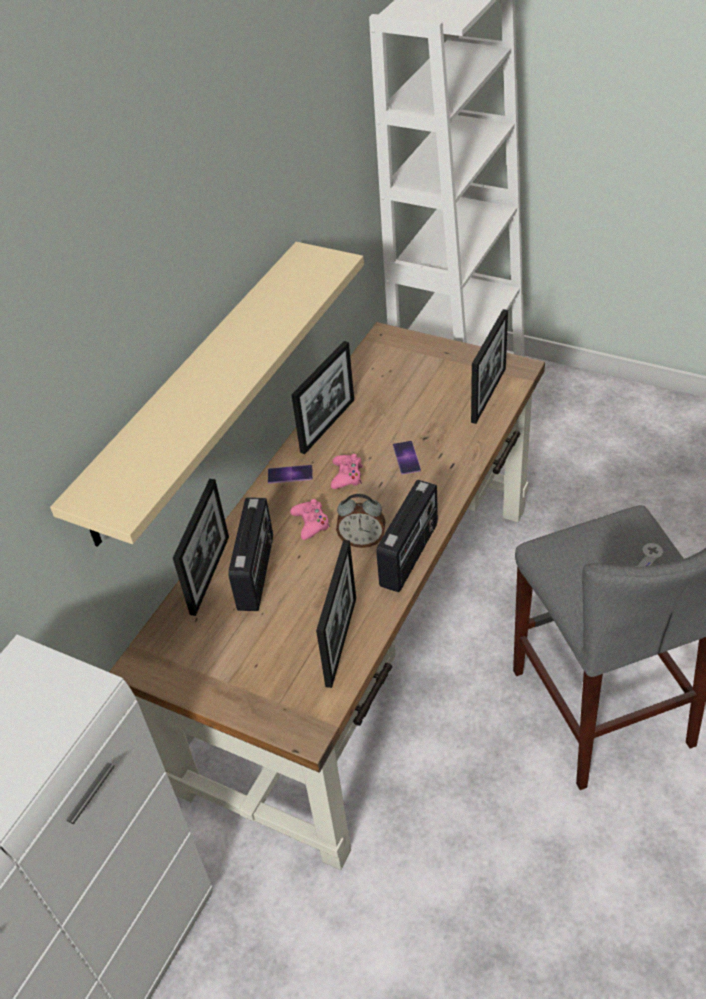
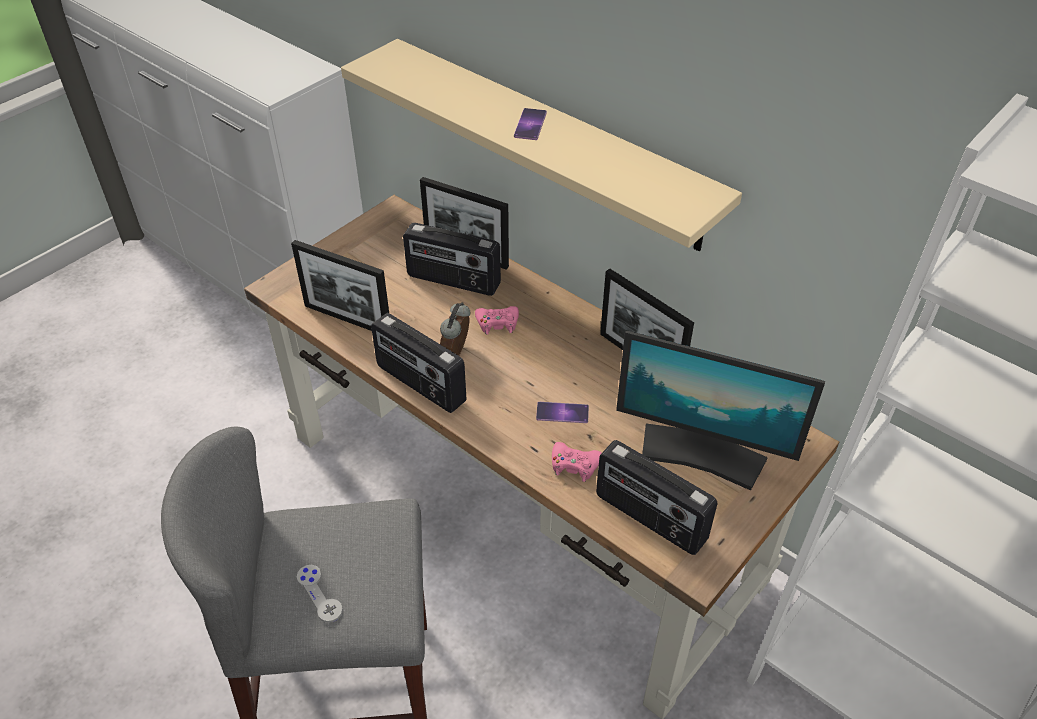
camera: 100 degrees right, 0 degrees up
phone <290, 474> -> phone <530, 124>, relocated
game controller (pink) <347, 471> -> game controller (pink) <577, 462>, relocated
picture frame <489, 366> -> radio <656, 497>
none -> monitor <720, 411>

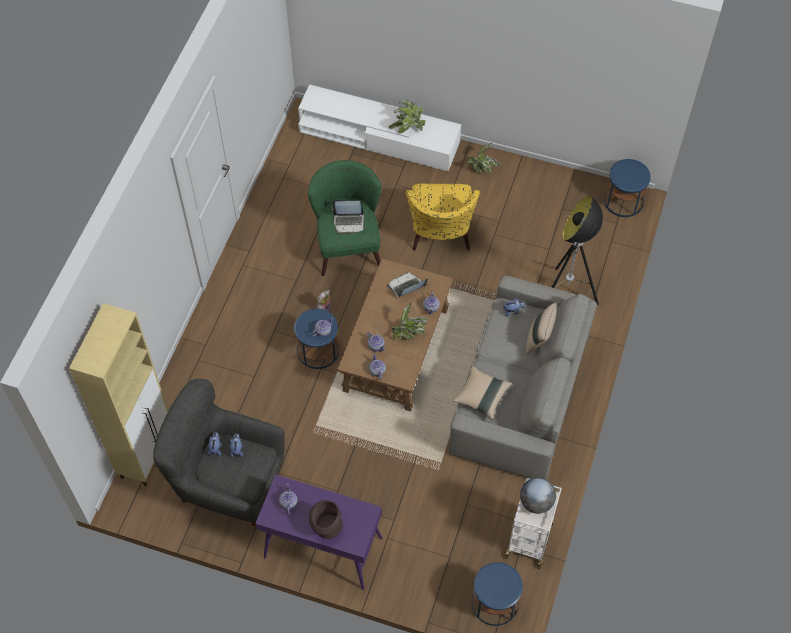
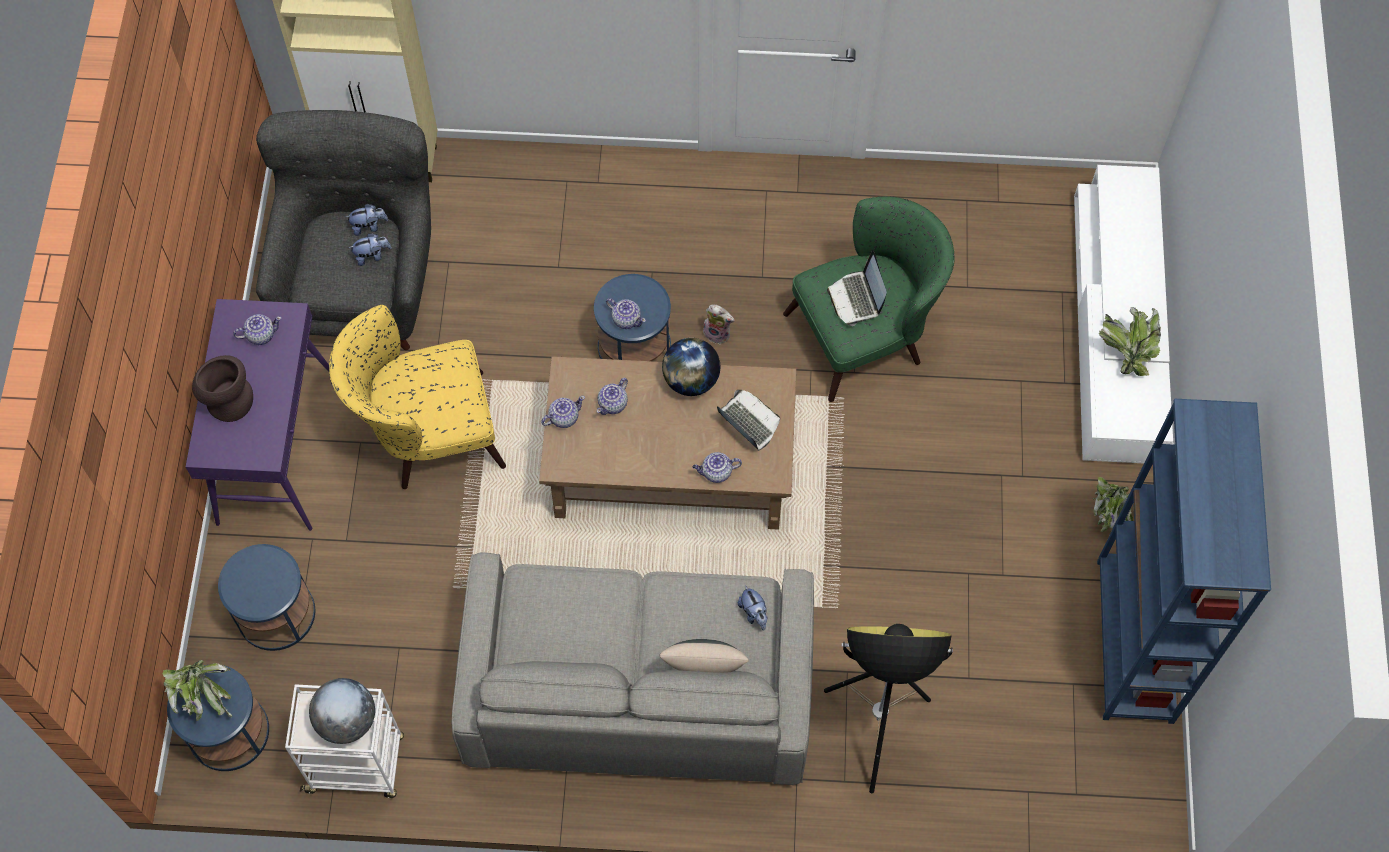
camera: 75 degrees right, 5 degrees up
potted plant <410, 322> -> potted plant <197, 690>, relocated
side table (blue) <627, 188> -> side table (blue) <266, 597>, relocated
armchair (yellow) <443, 217> -> armchair (yellow) <417, 397>, relocated
none -> globe <691, 367>
none -> bookcase (blue) <1184, 561>
pillow (beige) <482, 393> -> none

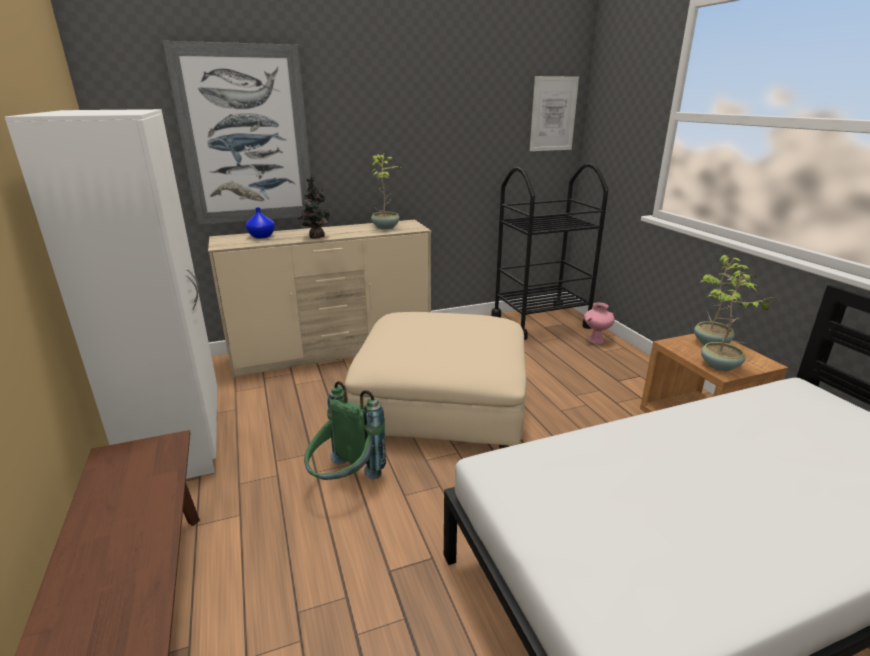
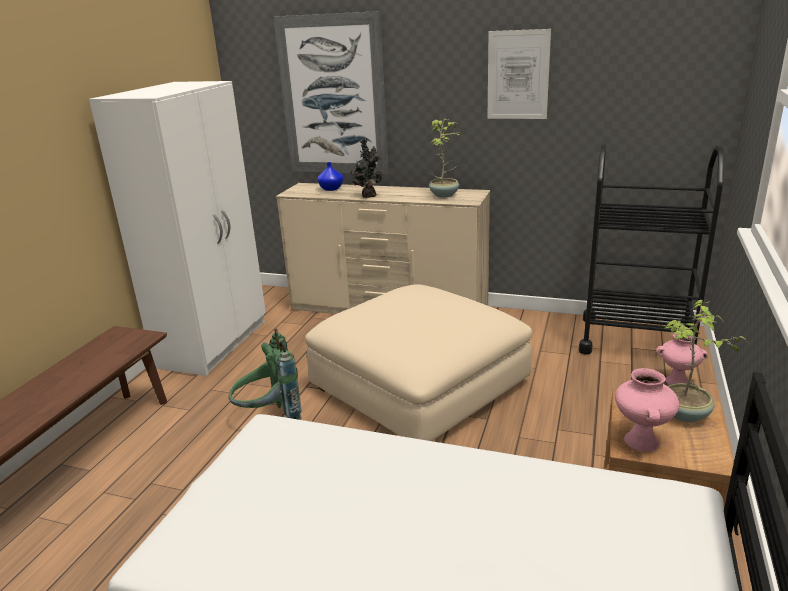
camera: 40 degrees right, 0 degrees up
picture <554, 113> -> picture <519, 74>, relocated
potted plant <739, 320> -> vase (pink) <647, 410>

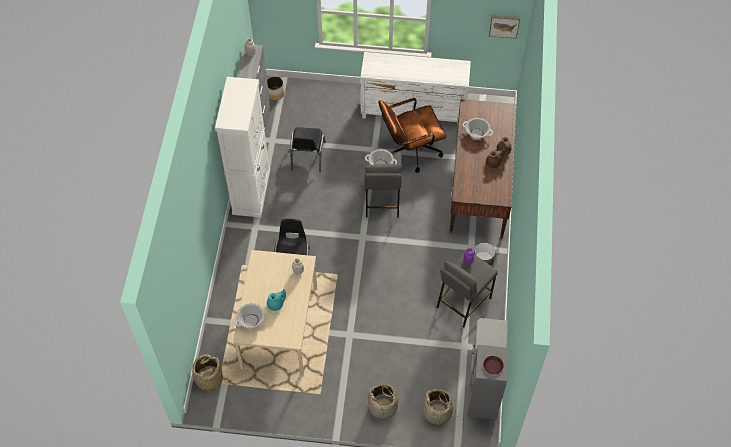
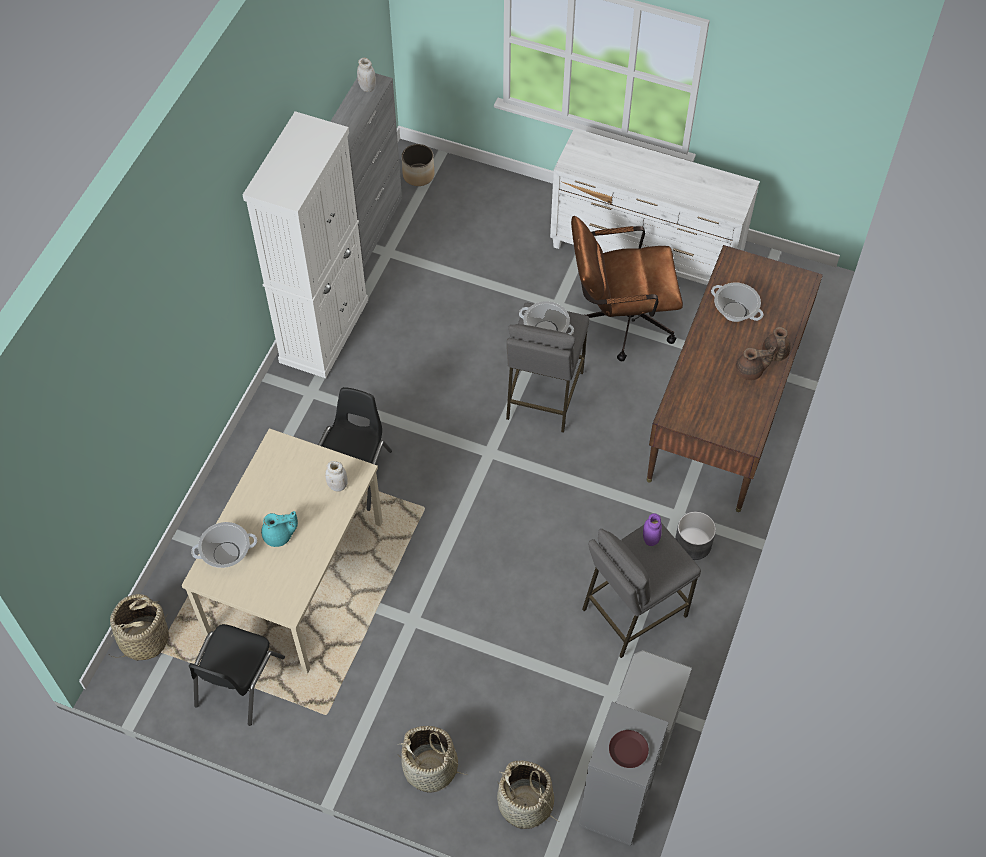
camera: 15 degrees right, 0 degrees up
chair (black) <308, 149> -> chair (black) <236, 675>, relocated
picture <504, 27> -> none

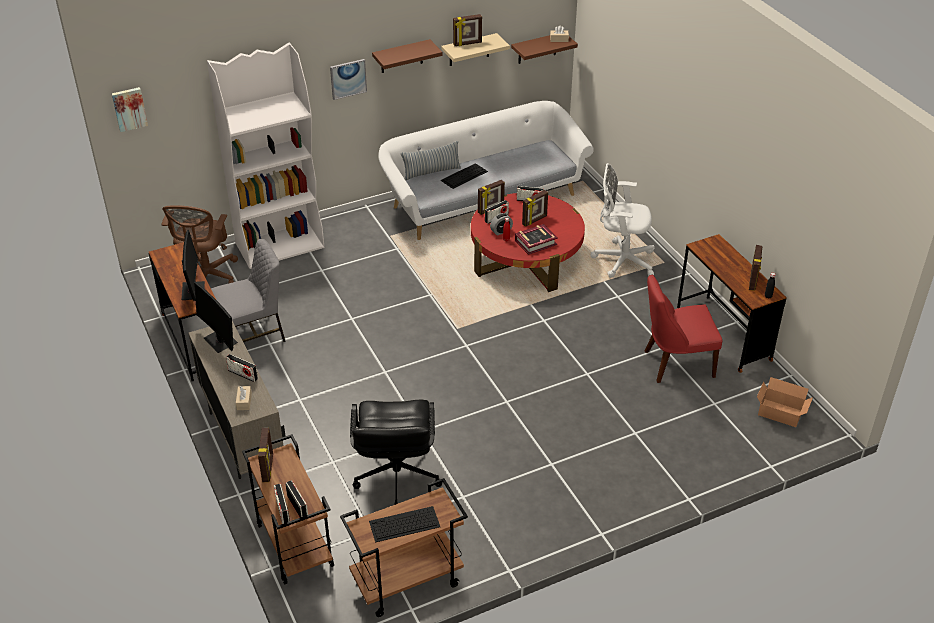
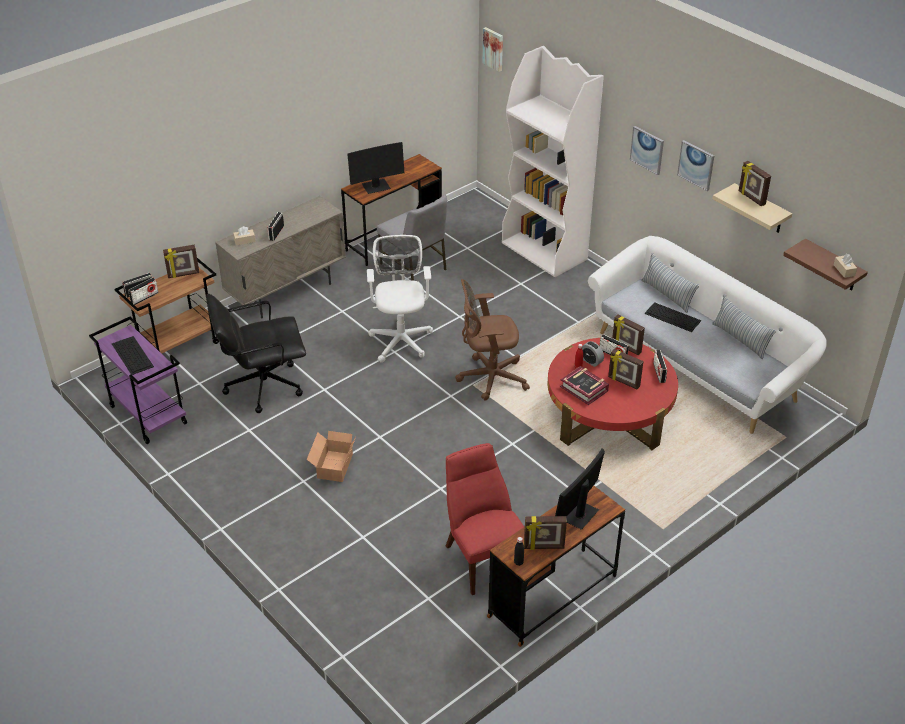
camera: 75 degrees right, 0 degrees up
cart (brown) <404, 547> -> cart (purple) <138, 380>
cardboard box <785, 402> -> cardboard box <331, 456>, relocated
office chair (white) <622, 220> -> office chair (white) <400, 299>, relocated
office chair (brown) <199, 244> -> office chair (brown) <492, 339>, relocated
monitor <216, 317> -> monitor <580, 489>, relocated
shelf (brown) <407, 56> -> picture <695, 165>
none -> pillow <744, 327>

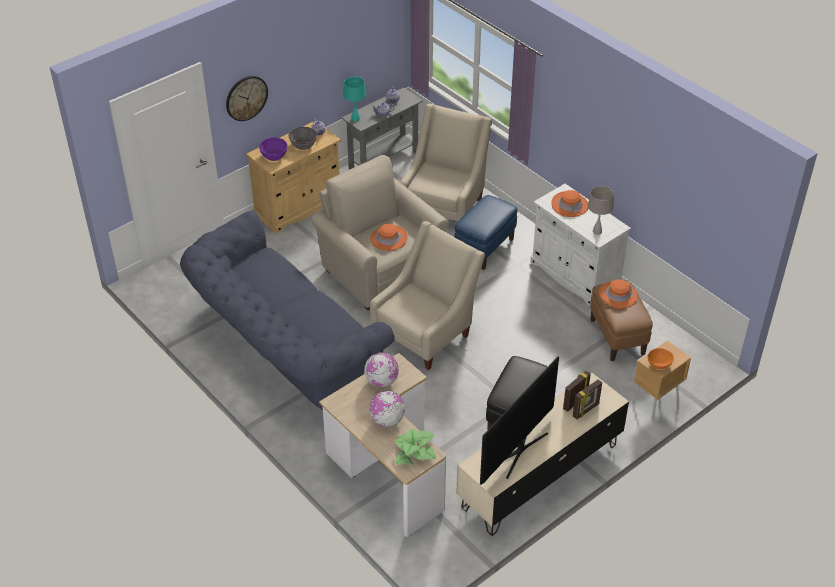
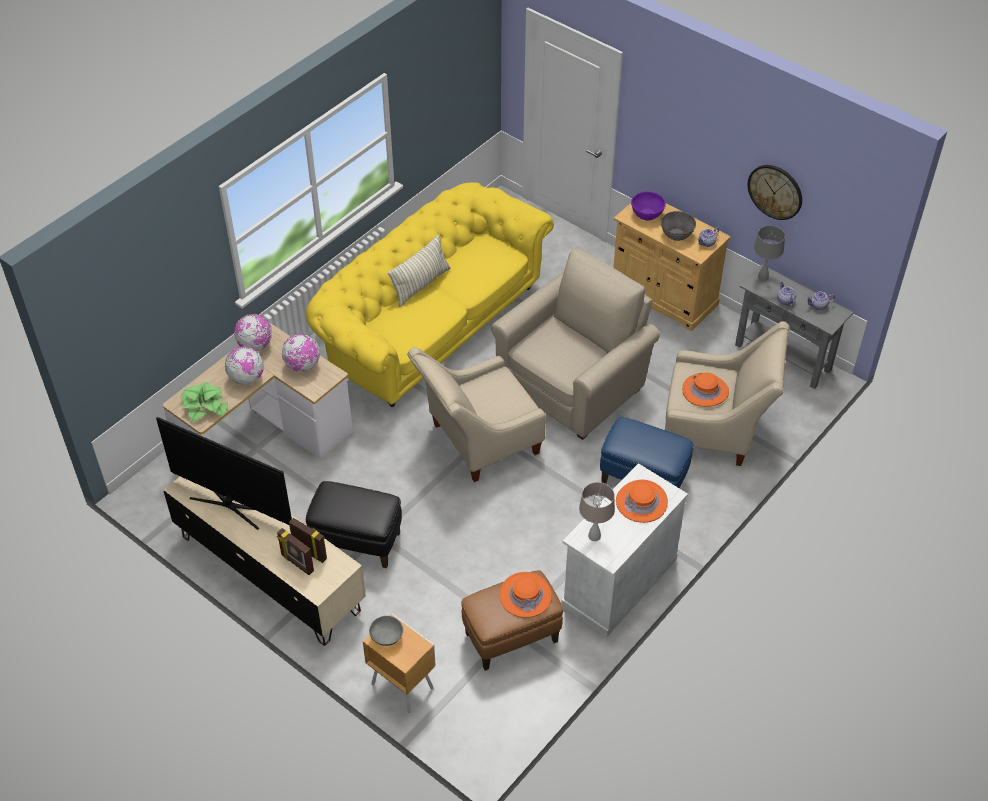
camera: 80 degrees right, 5 degrees up
none -> globe <253, 332>
sofa (blue) <287, 310> -> sofa (yellow) <430, 295>
bowl (orange) <661, 358> -> bowl (grey) <386, 631>
none -> pillow <419, 271>
armchair (beige) <427, 295> -> armchair (beige) <476, 414>, 120 degrees clockwise
hat (orange) <388, 237> -> hat (orange) <705, 390>, relocated
wall clock <247, 98> -> wall clock <775, 192>, relocated
table lamp (turquoise) <354, 99> -> table lamp (grey) <769, 253>

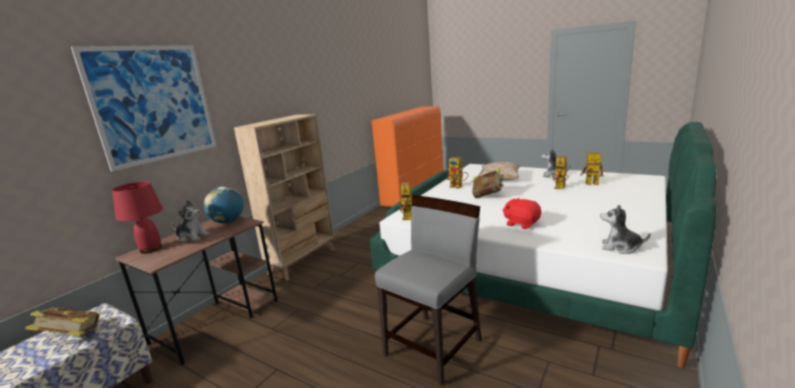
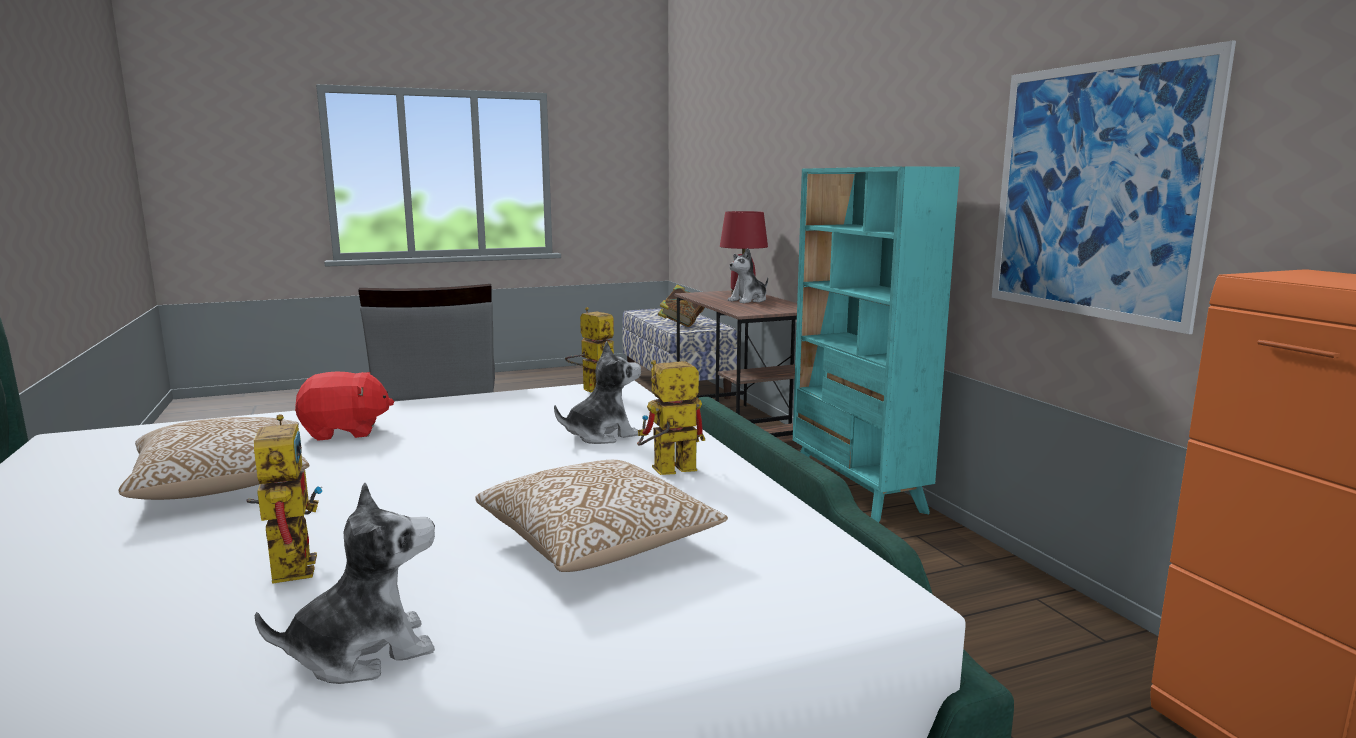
camera: 125 degrees right, 5 degrees down
none -> pillow <214, 458>
plush toy <625, 229> -> plush toy <597, 392>, relocated
bookcase (beige) <284, 197> -> bookcase (turquoise) <876, 344>
picture <143, 108> -> picture <1114, 187>, relocated
globe <224, 205> -> none
book <488, 183> -> none
toy robot <591, 168> -> none

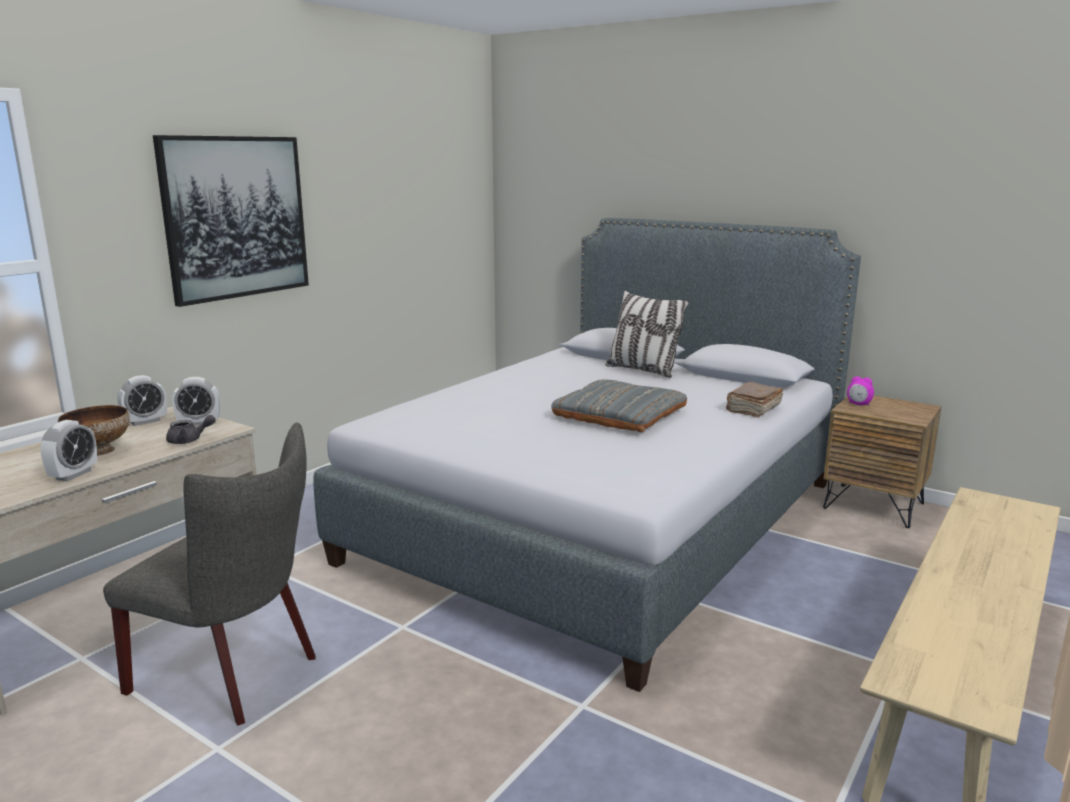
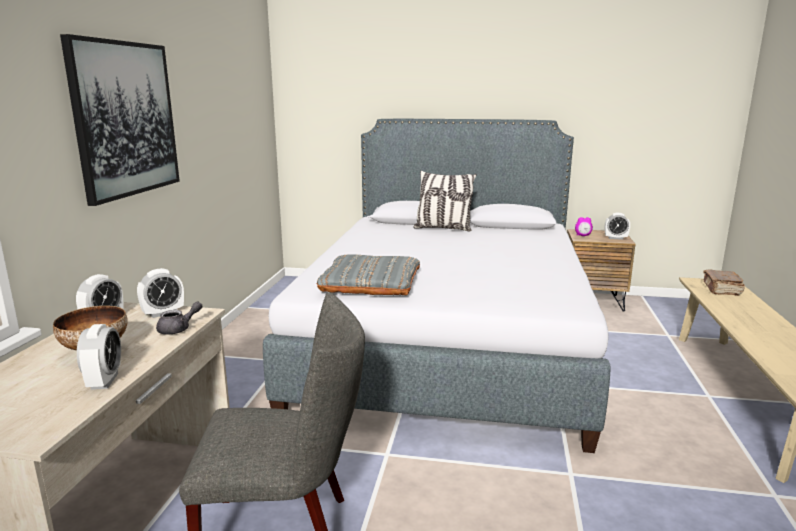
camera: 25 degrees left, 0 degrees up
pillow (grey) <619, 406> -> pillow (grey) <368, 274>, relocated
none -> alarm clock <617, 226>
book (brown) <754, 399> -> book (brown) <724, 282>, relocated

